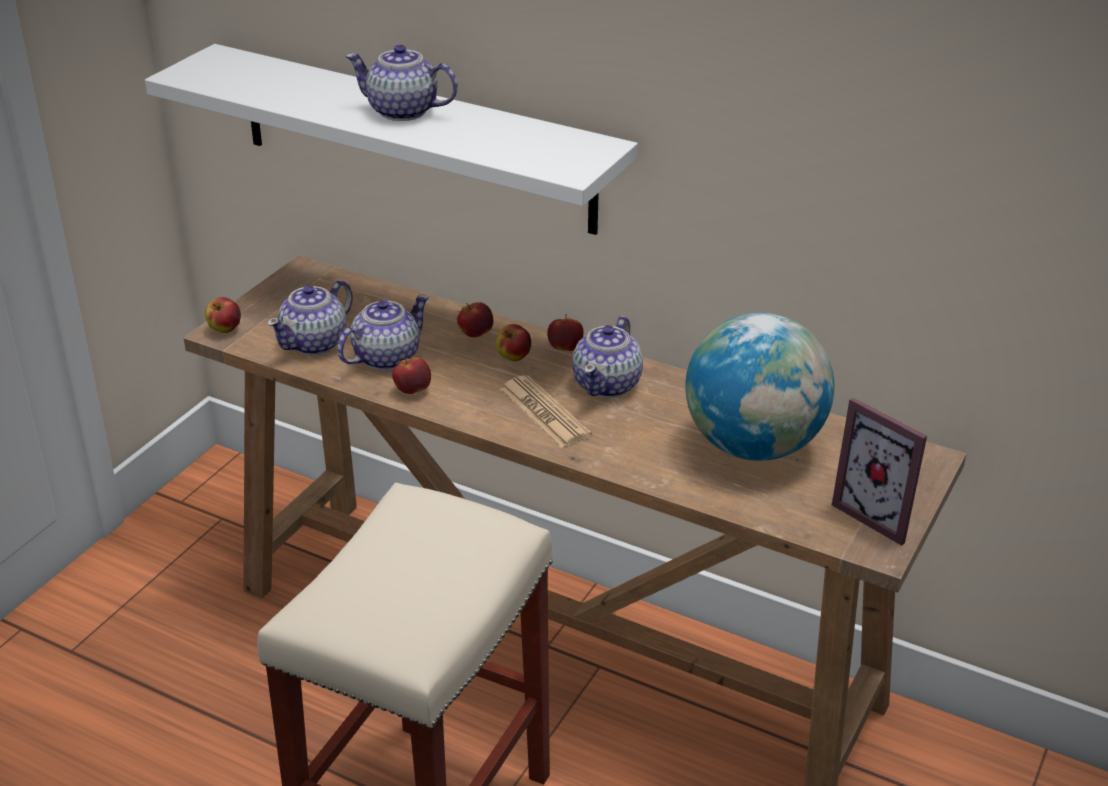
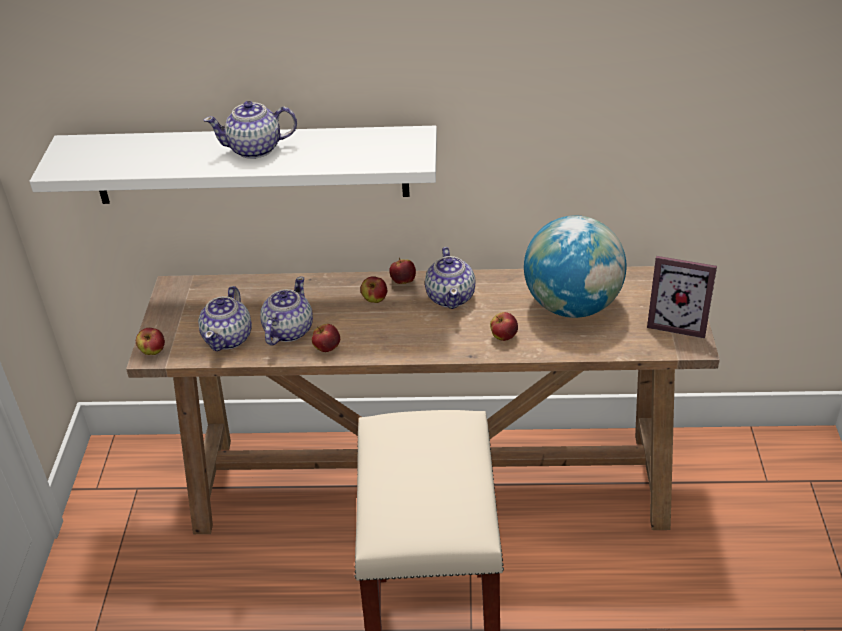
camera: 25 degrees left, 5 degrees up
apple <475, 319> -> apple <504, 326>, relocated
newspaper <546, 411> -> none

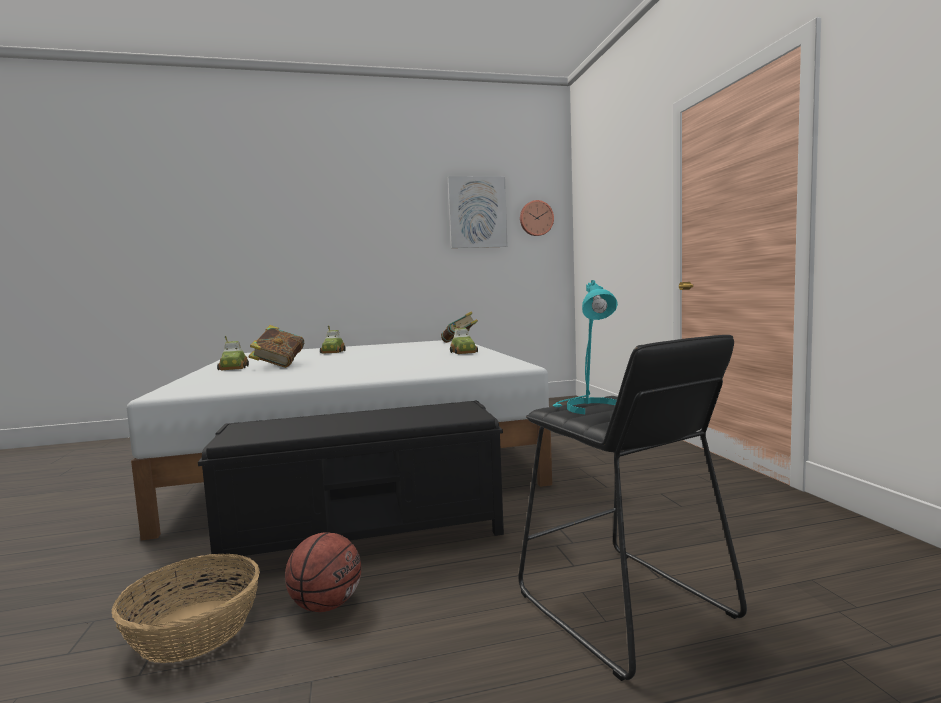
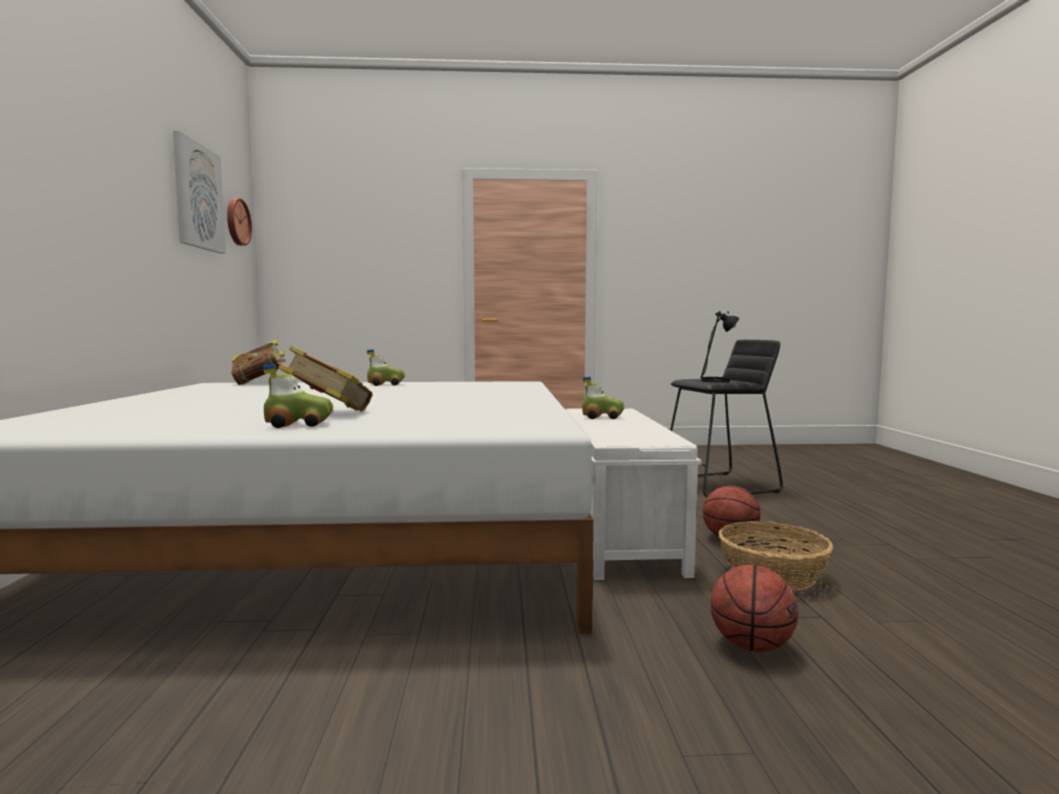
camera: 80 degrees left, 0 degrees up
bench (black) <351, 487> -> bench (white) <633, 494>
toy car <333, 339> -> toy car <603, 398>, relocated
table lamp (turquoise) <585, 347> -> table lamp (black) <719, 346>
none -> basketball <754, 608>

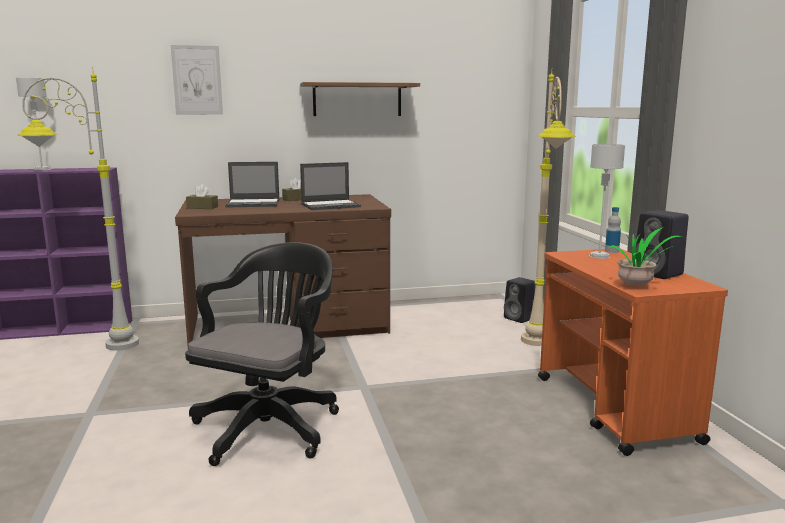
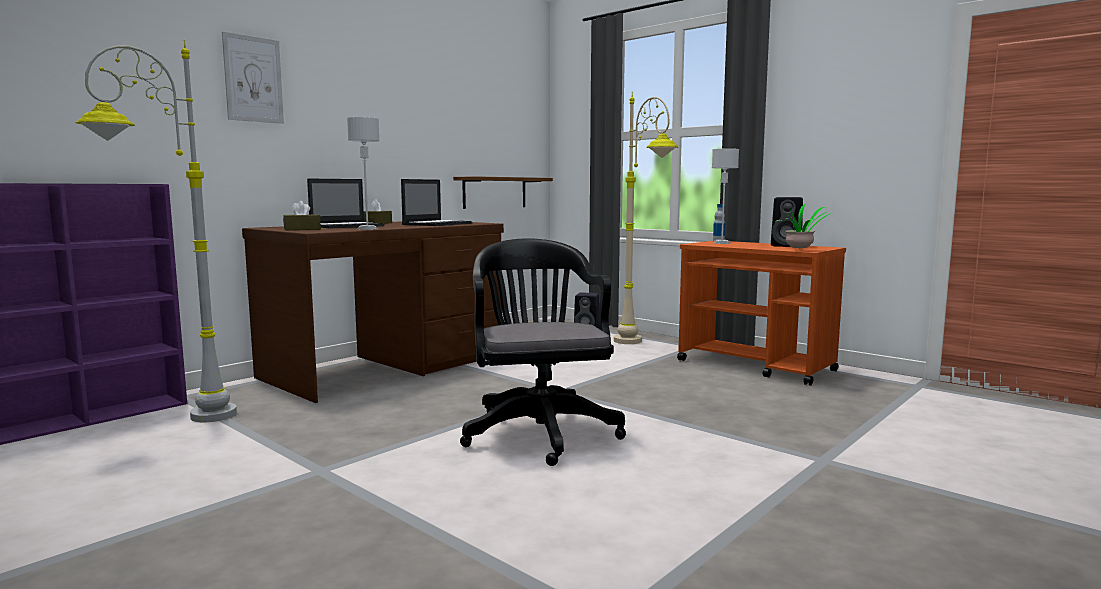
camera: 35 degrees left, 5 degrees down
table lamp (grey) <33, 124> -> table lamp (grey) <363, 173>, relocated
shelf <360, 99> -> shelf <503, 192>, relocated

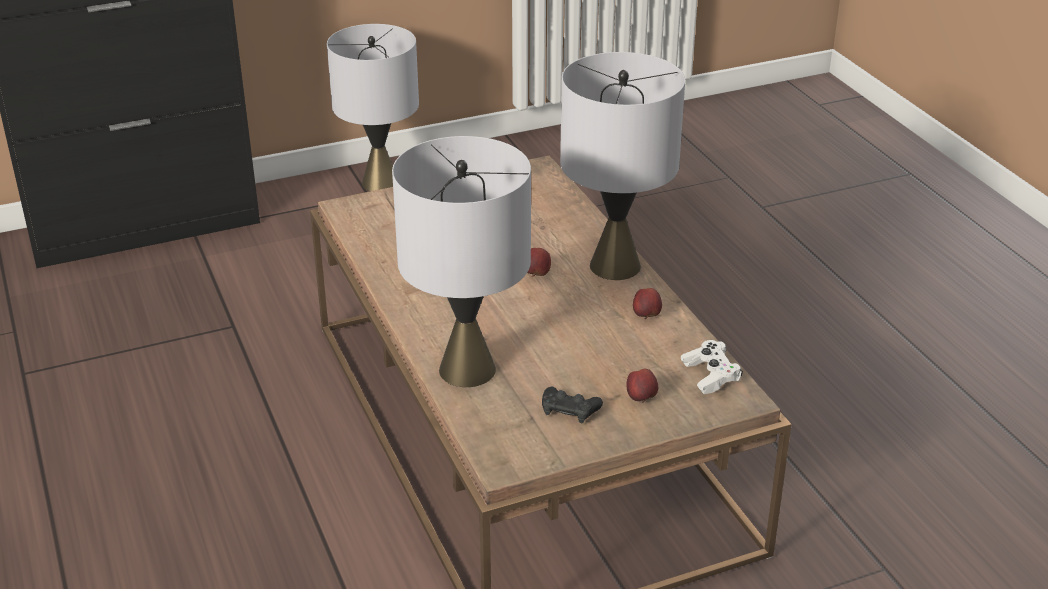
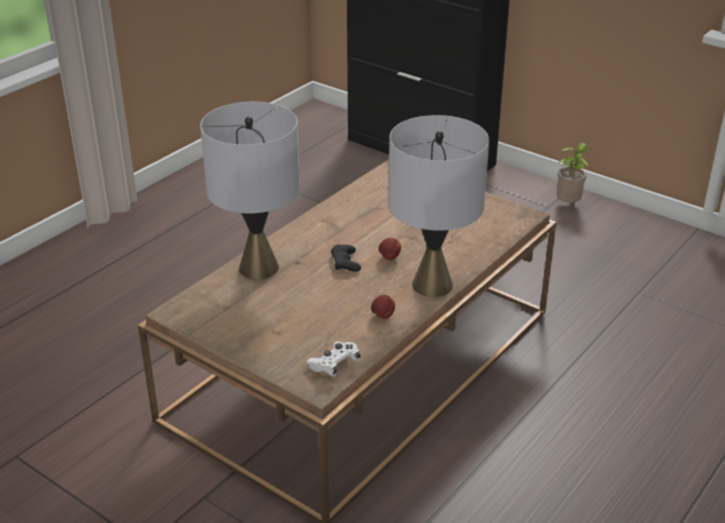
camera: 60 degrees right, 0 degrees up
game controller (black) <572, 405> -> game controller (black) <346, 258>, relocated
table lamp (grey) <373, 107> -> potted plant <574, 173>
apple <642, 386> -> none

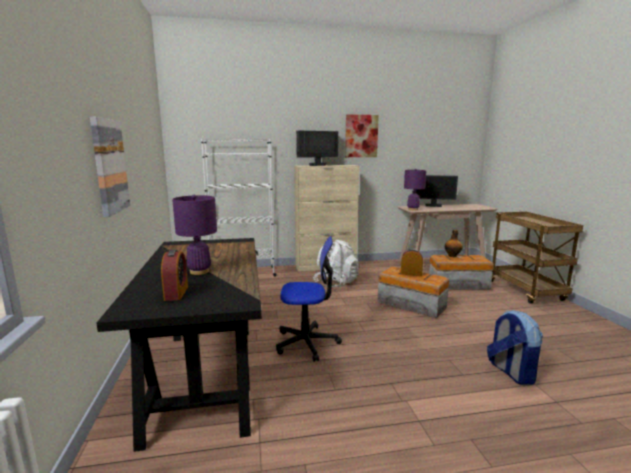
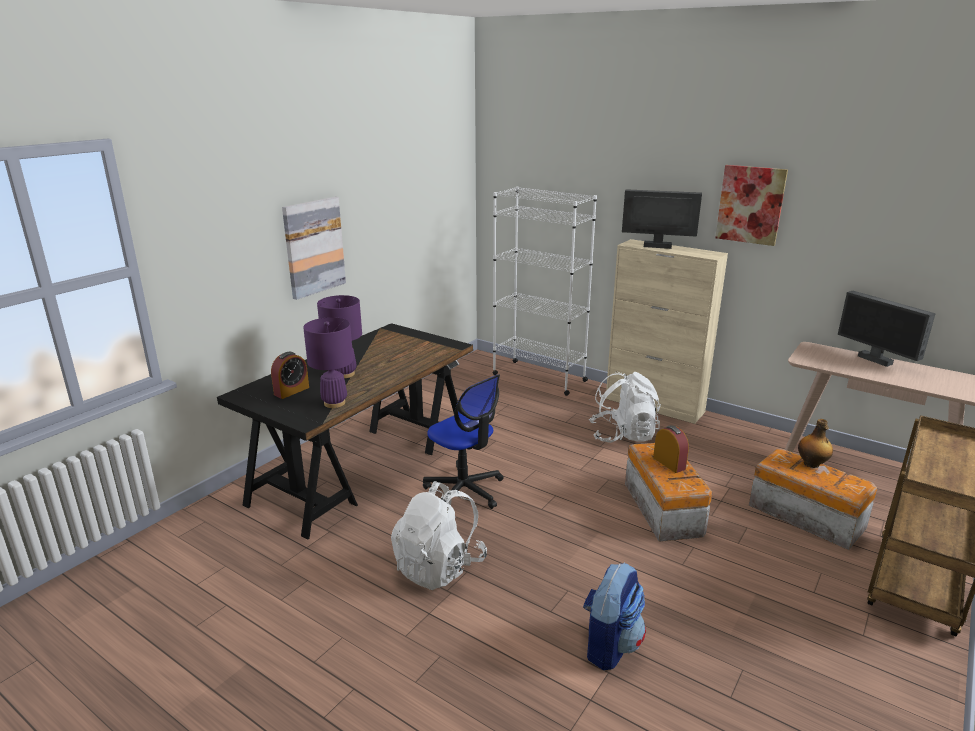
camera: 45 degrees right, 10 degrees up
table lamp (purple) <415, 189> -> table lamp (purple) <328, 362>, relocated
none -> backpack (white) <439, 535>

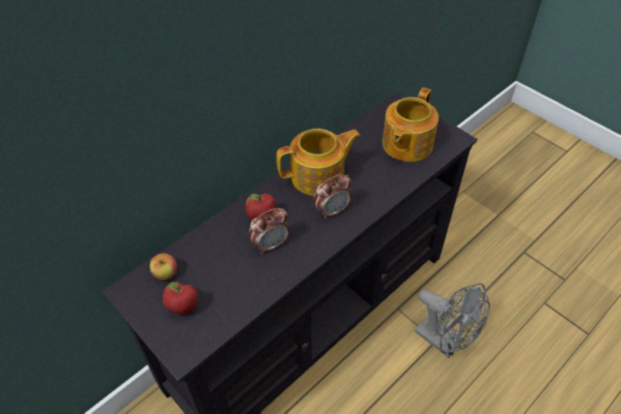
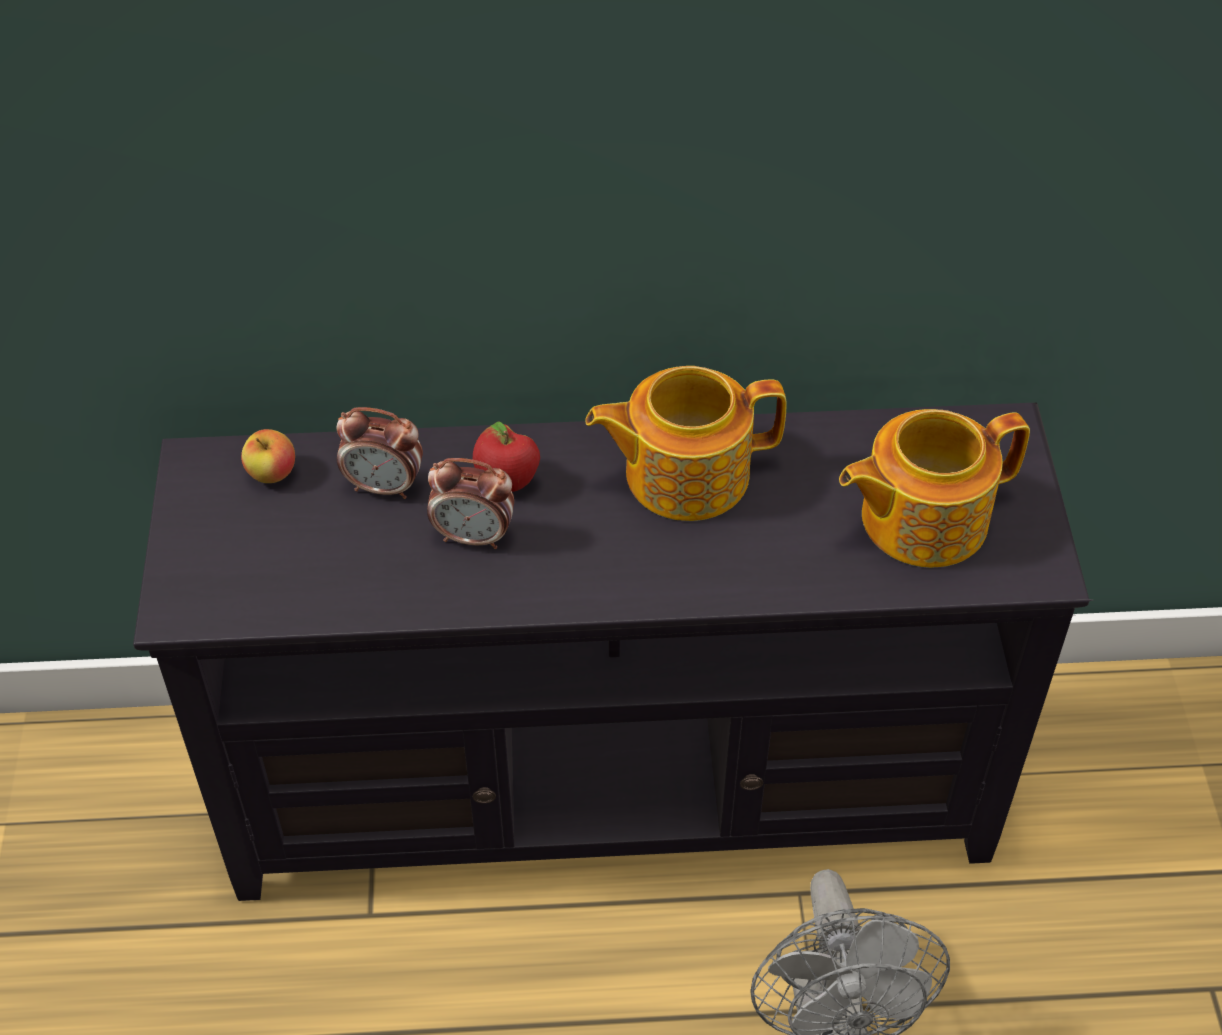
camera: 40 degrees right, 0 degrees up
alarm clock <332, 196> -> alarm clock <379, 453>, relocated
teapot <318, 162> -> teapot <686, 443>, 150 degrees clockwise
apple <180, 298> -> none

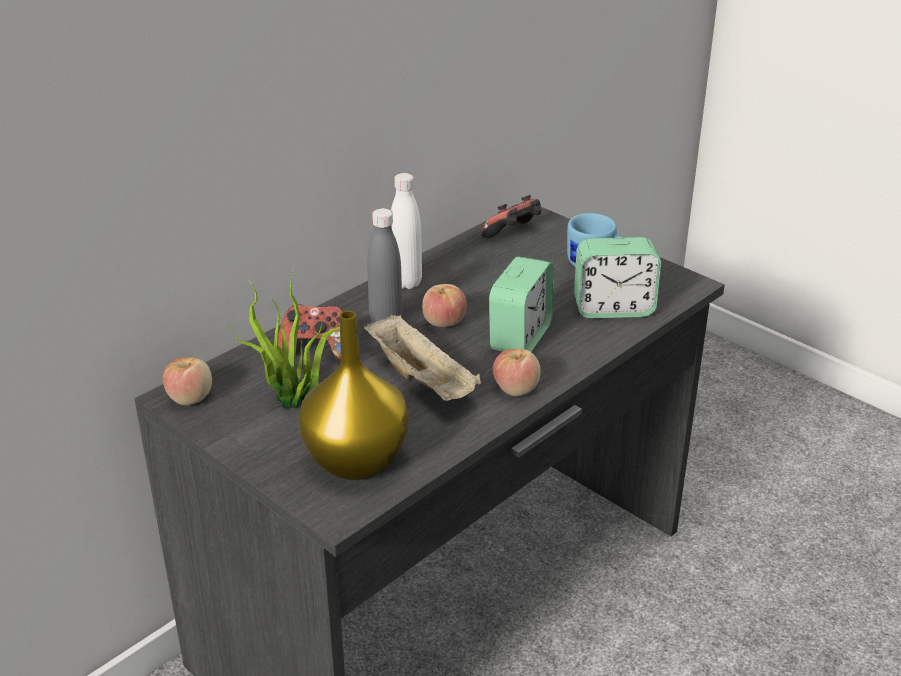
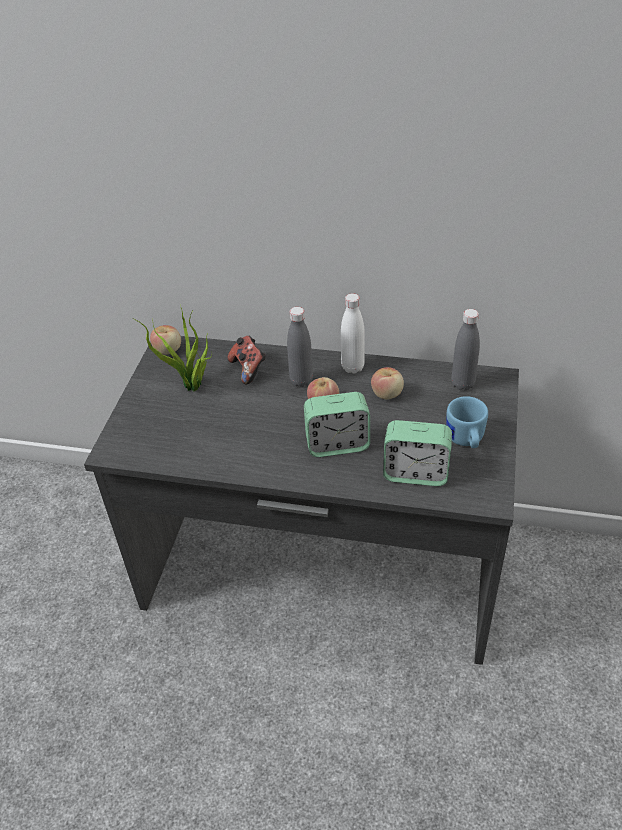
camera: 60 degrees right, 10 degrees up
apple <517, 372> -> apple <387, 383>, relocated
alarm clock <617, 278> -> alarm clock <417, 453>, 45 degrees counterclockwise
game controller <511, 216> -> bottle (grey) <465, 350>
vase (yellow) <353, 395> -> none
tray (beige) <422, 358> -> none

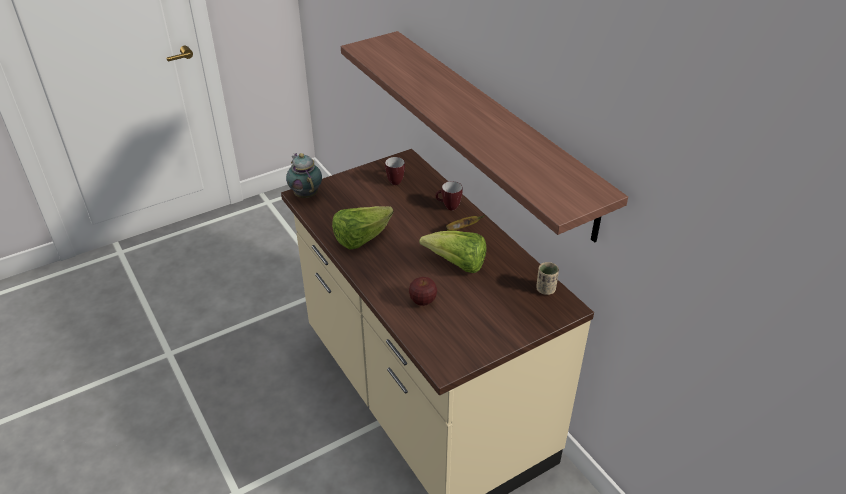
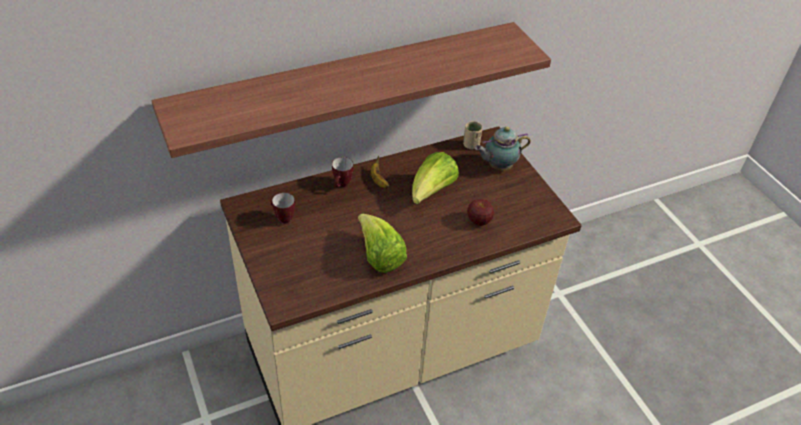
camera: 85 degrees left, 5 degrees up
teapot <304, 175> -> teapot <503, 148>, relocated

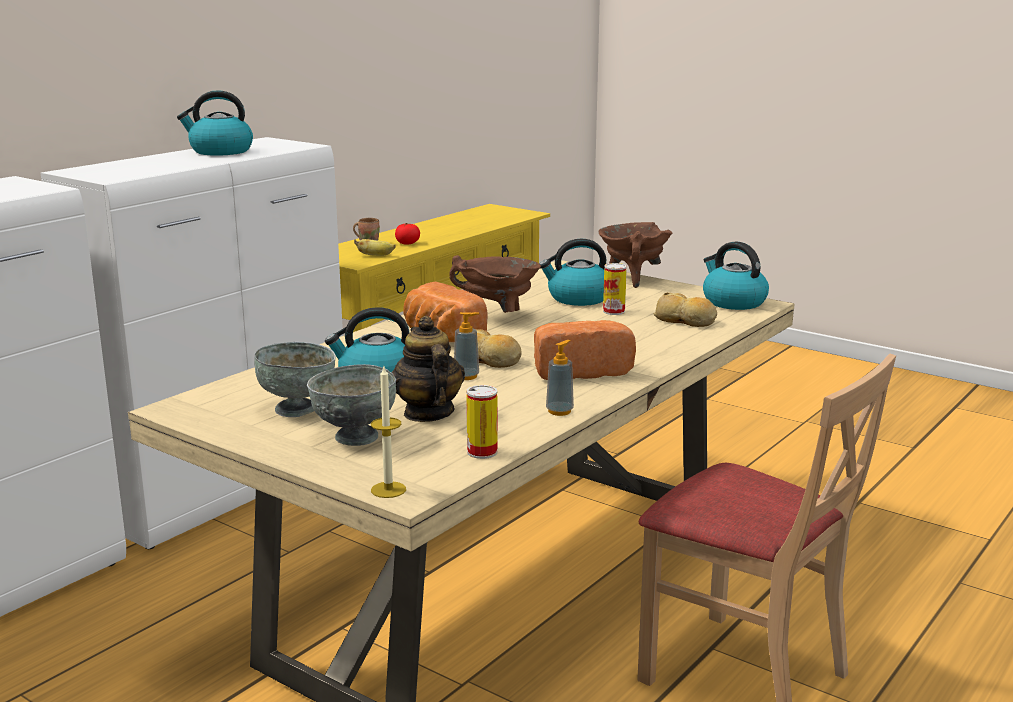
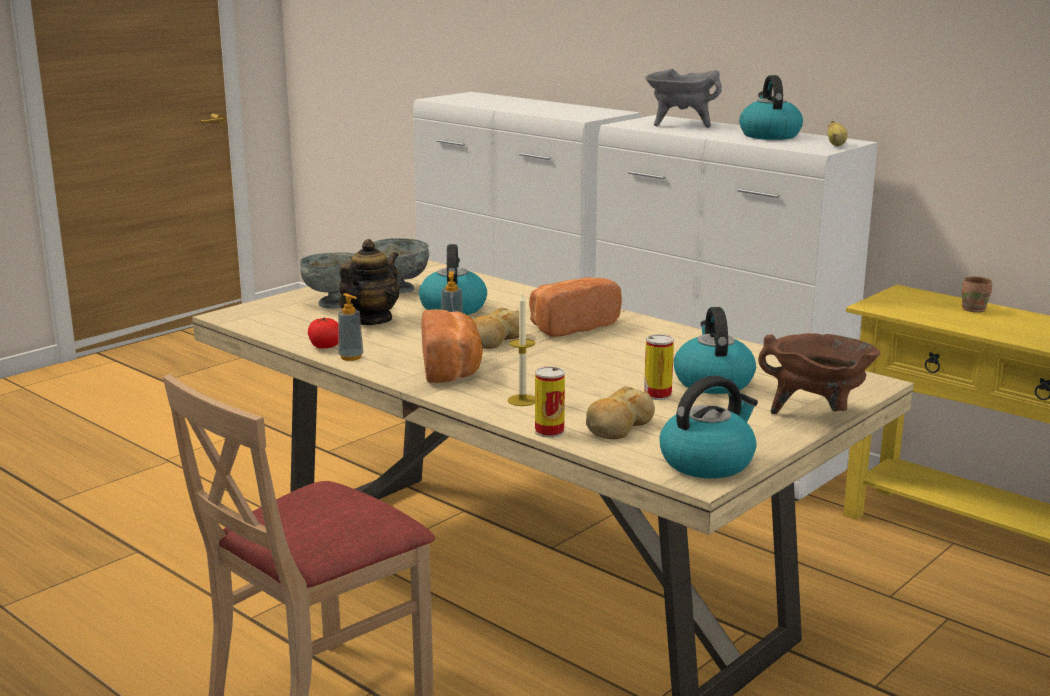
camera: 95 degrees right, 0 degrees up
tomato <407, 234> -> tomato <323, 333>, relocated
teapot <428, 369> -> teapot <369, 282>, 45 degrees counterclockwise
candle <388, 432> -> candle <521, 349>, relocated
can <482, 422> -> can <550, 402>, relocated
none -> cooking pot (grey) <683, 98>
banana <375, 247> -> banana <837, 133>, relocated
cooking pot (brown) <495, 284> -> none

